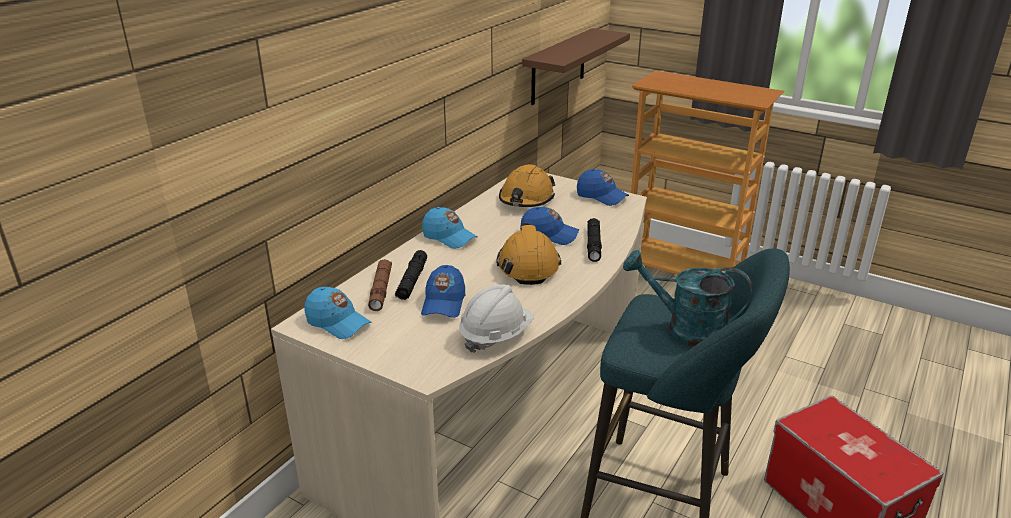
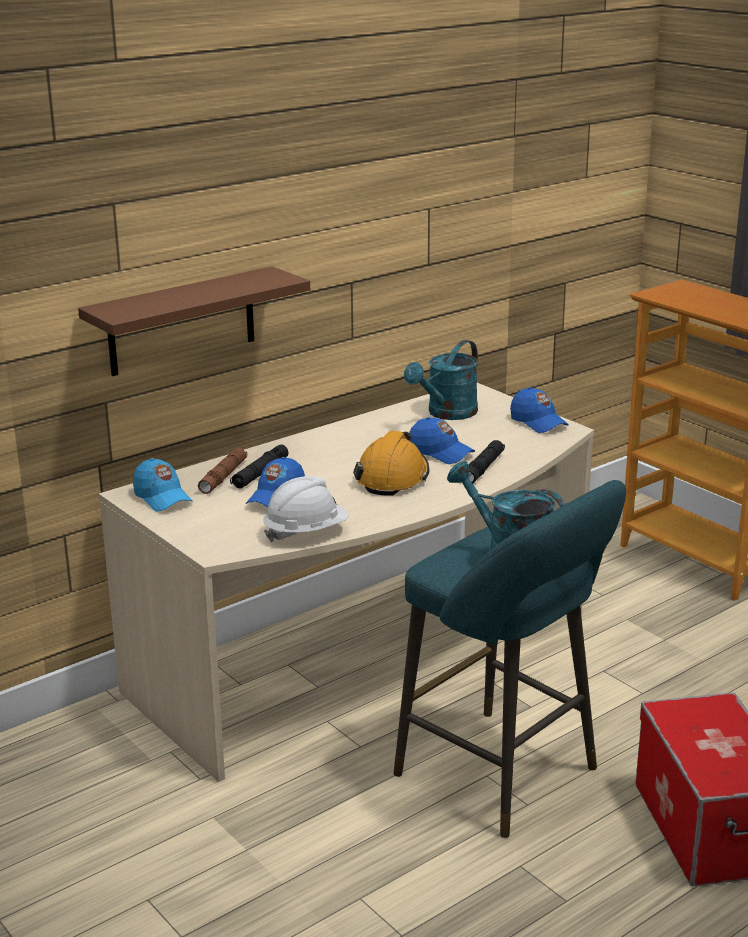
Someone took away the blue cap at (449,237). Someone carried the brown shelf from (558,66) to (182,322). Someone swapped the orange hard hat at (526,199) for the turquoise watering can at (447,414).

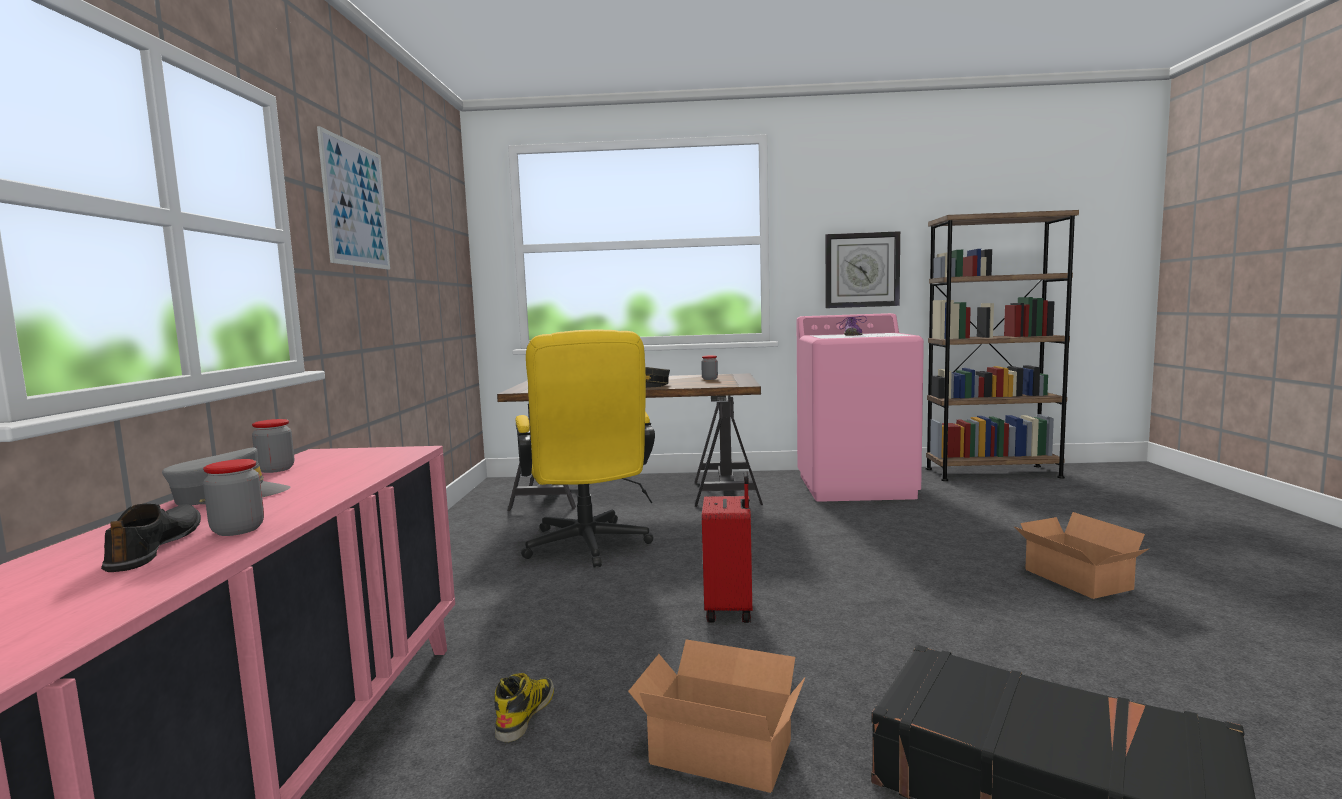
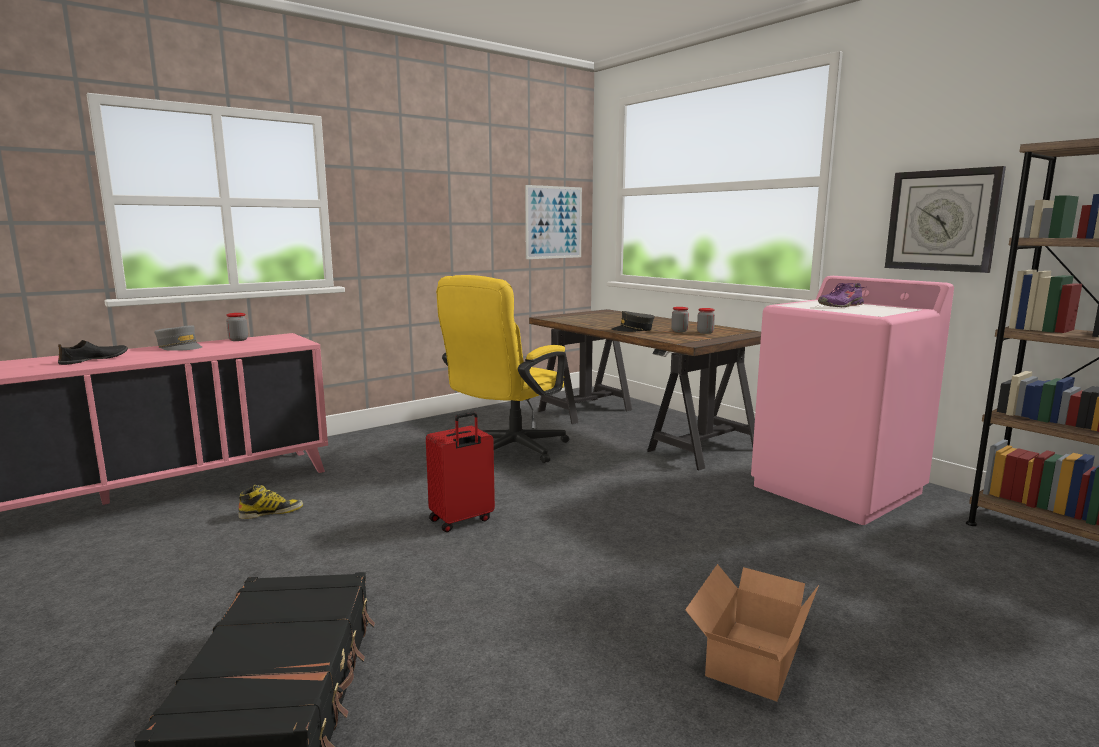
Someone took away the cardboard box at (719,748). Someone carried the jar from (238,530) to (679,331). Someone carried the picture from (355,205) to (553,222).

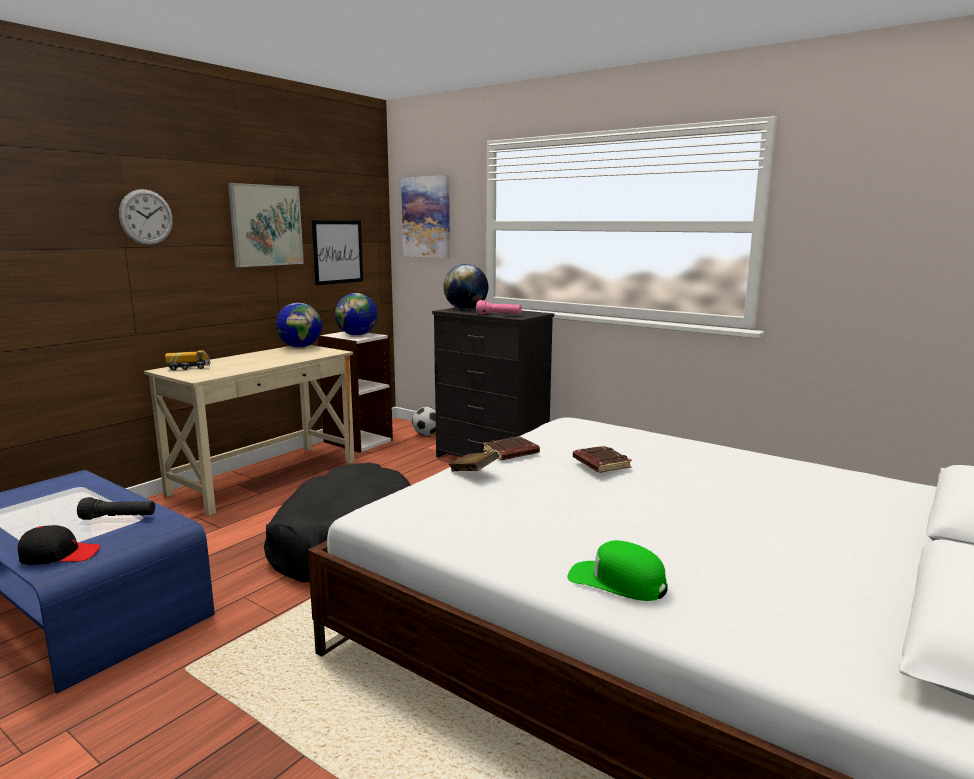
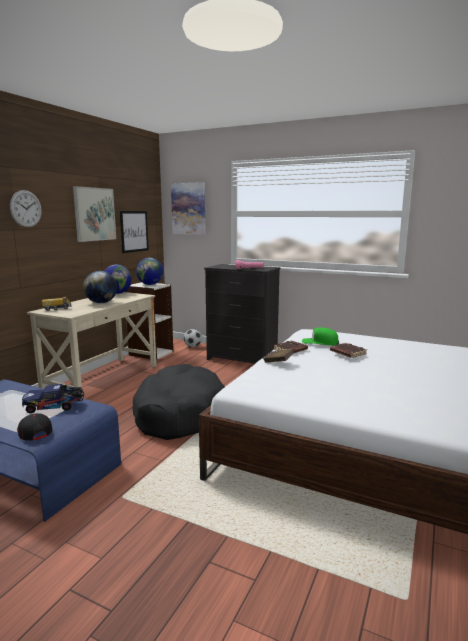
Someone carried the globe from (466,309) to (101,303). Someone carried the green cap from (617,582) to (320,342). Someone swapped the black flashlight at (119,518) for the toy truck at (55,407). Someone rotated the black cap at (60,555) by 105 degrees counterclockwise.

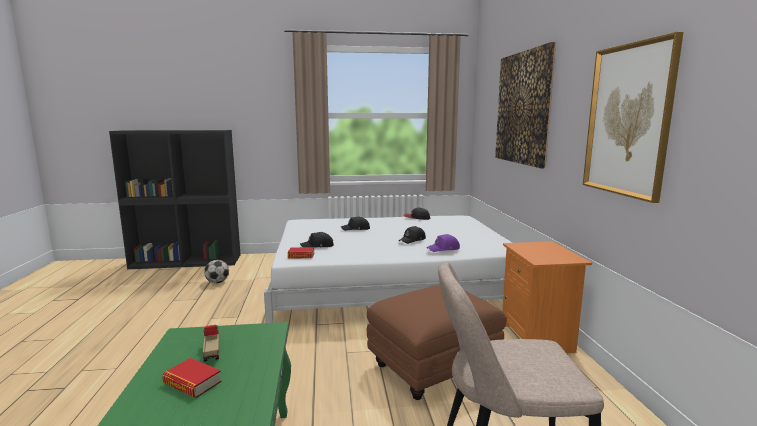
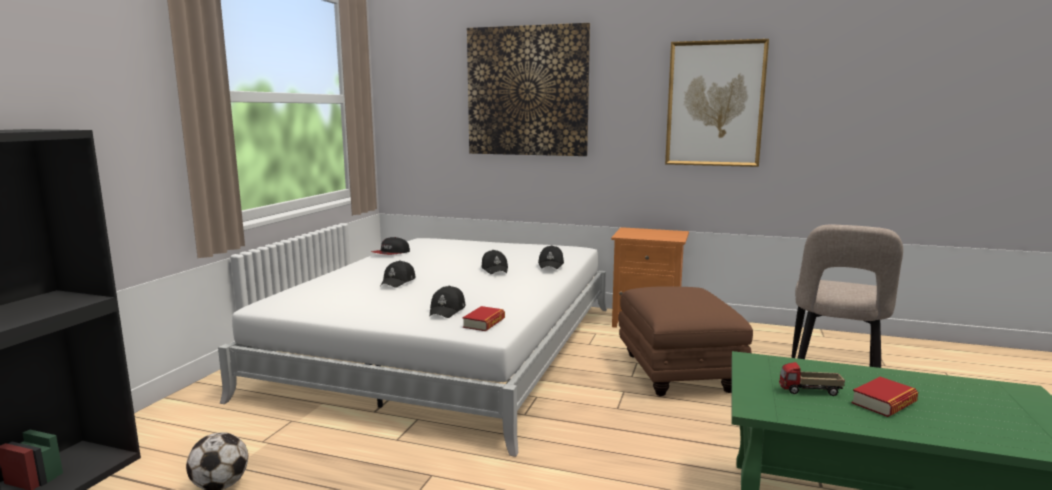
Someone repainted the purple cap at (443,249), which became the black cap at (551,264).

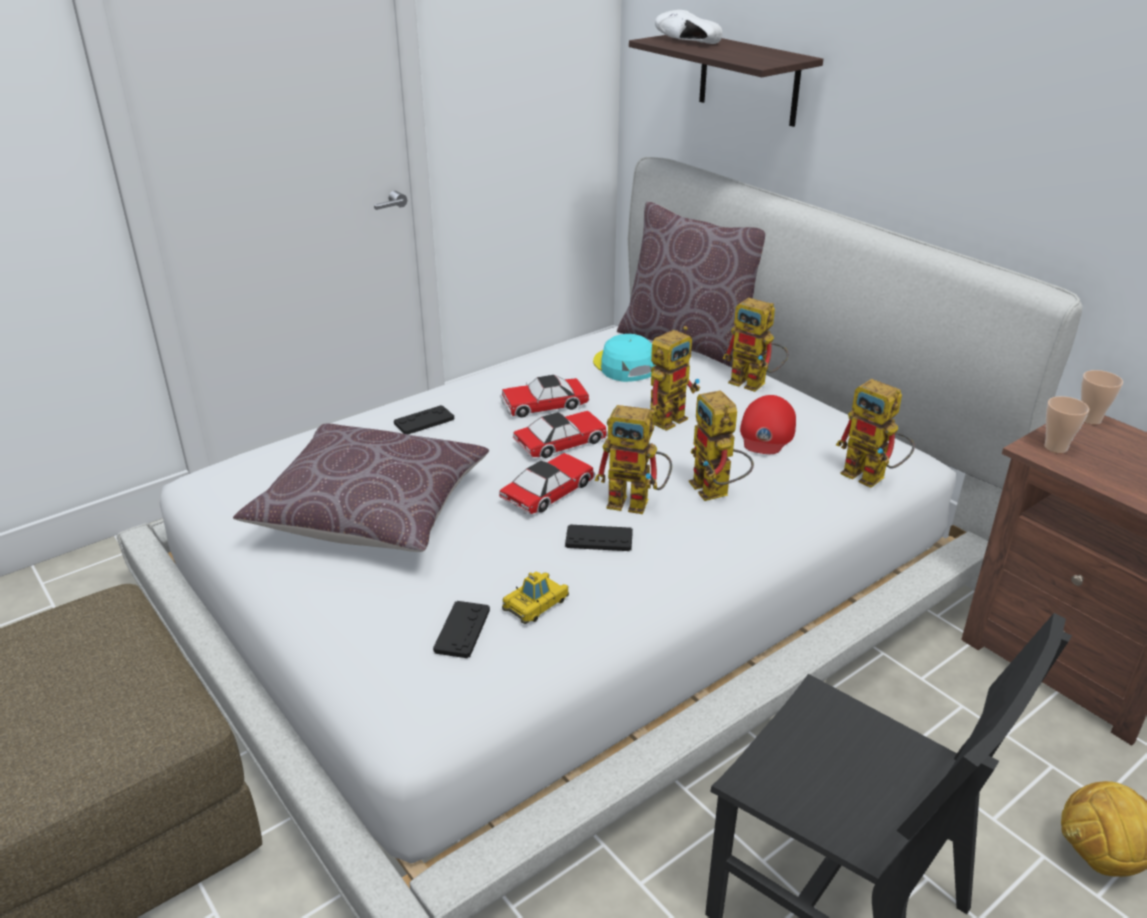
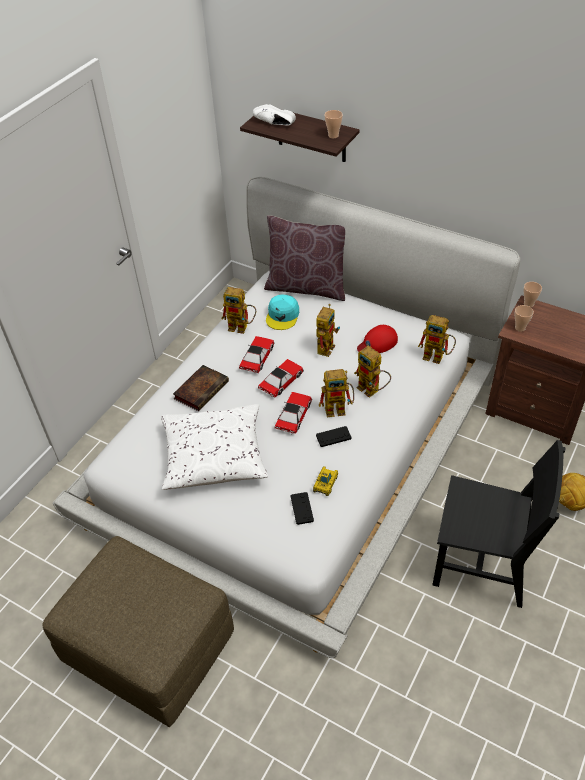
Someone put down the cup at (333,135). Someone carried the toy robot from (755,384) to (242,327). Someone swapped the black game controller at (424,421) for the book at (202,389). Someone repainted the brown pillow at (371,511), which became the white pillow at (214,456). Someone rotated the toy car at (543,405) by 150 degrees clockwise. Someone rotated the turquoise cap at (624,366) by 120 degrees counterclockwise. Someone rotated the red cap at (766,433) by 60 degrees clockwise.

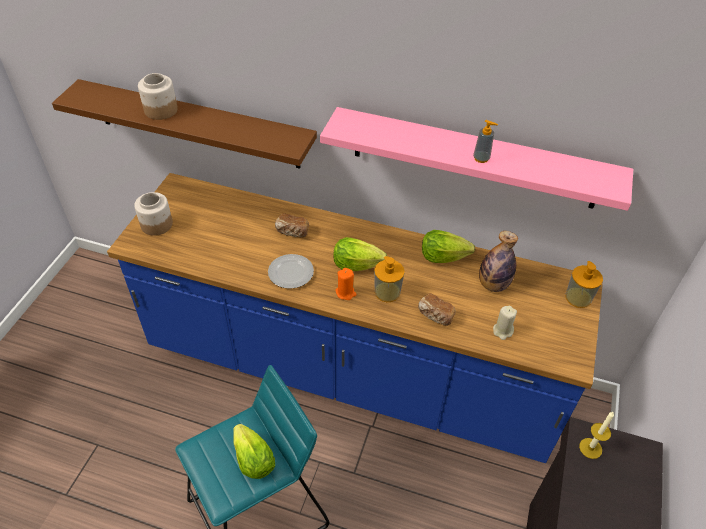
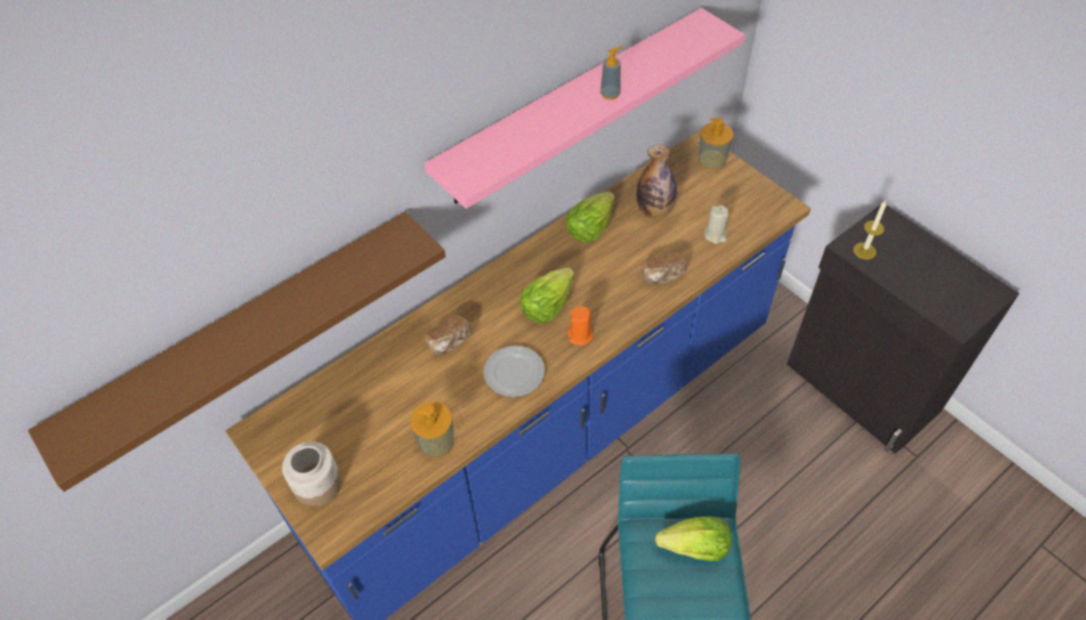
Someone took away the jar at (160,110). Someone carried the soap dispenser from (387,292) to (436,442).

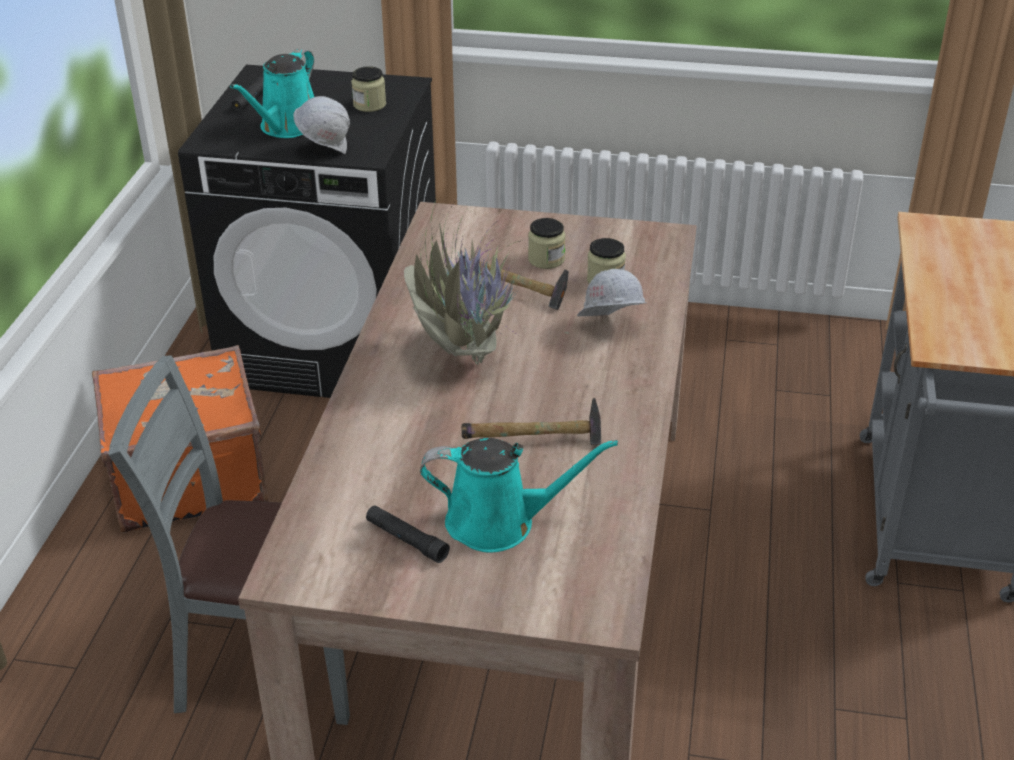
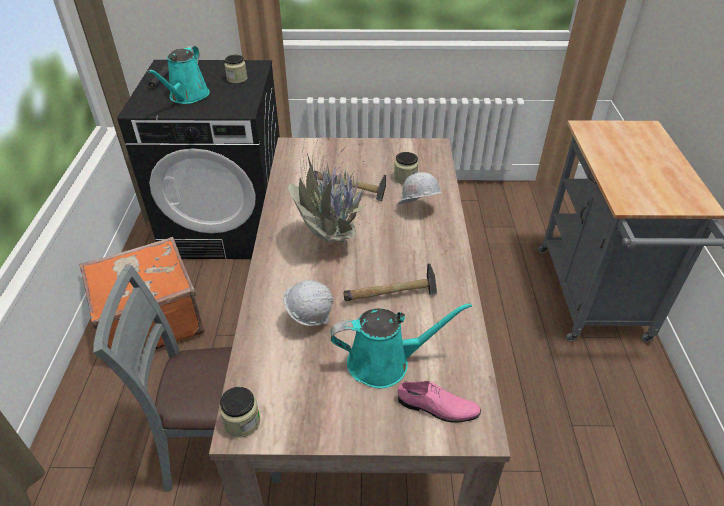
Someone took away the black flashlight at (406,540). Someone put down the pink shoe at (437,408). Someone carried the white hard hat from (325,150) to (310,320). Someone carried the jar from (546,259) to (242,422).

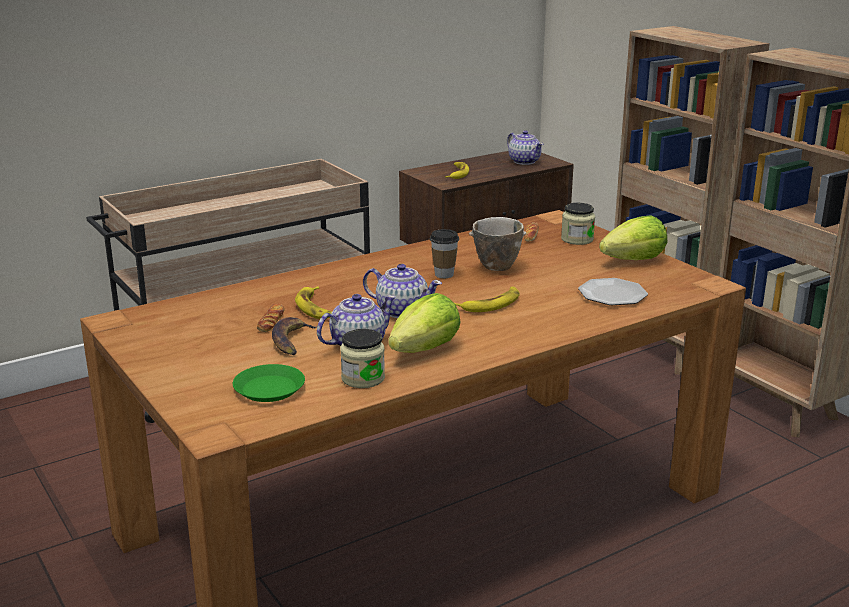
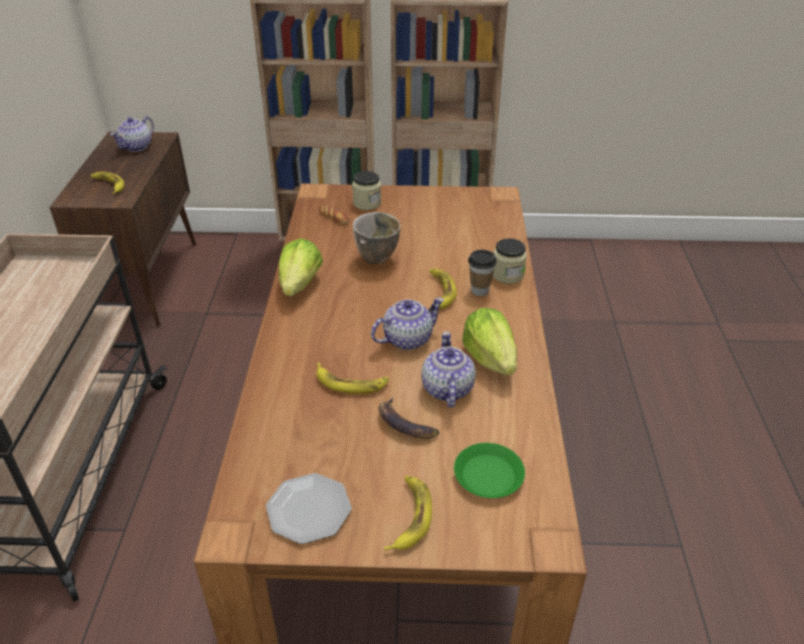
Someone took away the bread at (271,322). Someone put down the banana at (409,516). Someone carried the jar from (363,378) to (507,275). Someone carried the cup from (444,274) to (479,290). Someone carried the plate from (613,294) to (309,509). Someone carried the lettuce from (634,261) to (300,284). Someone rotated the teapot at (524,161) by 120 degrees clockwise.

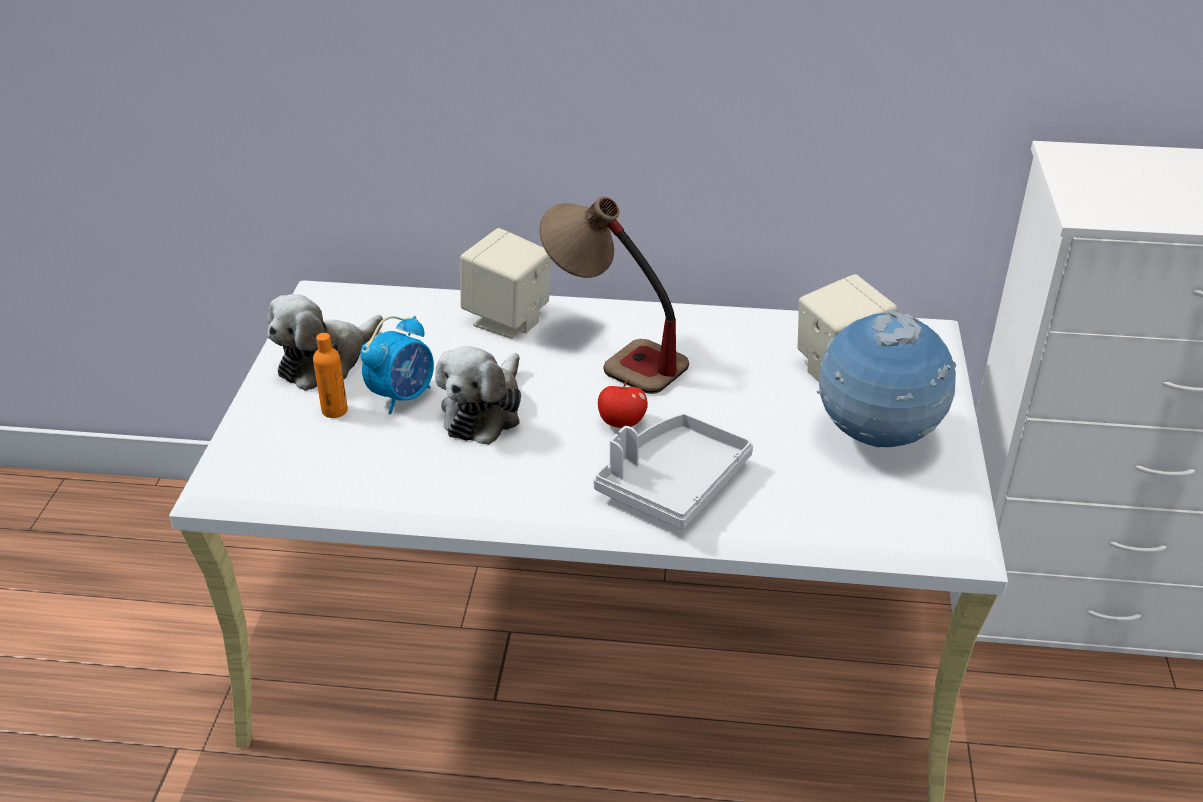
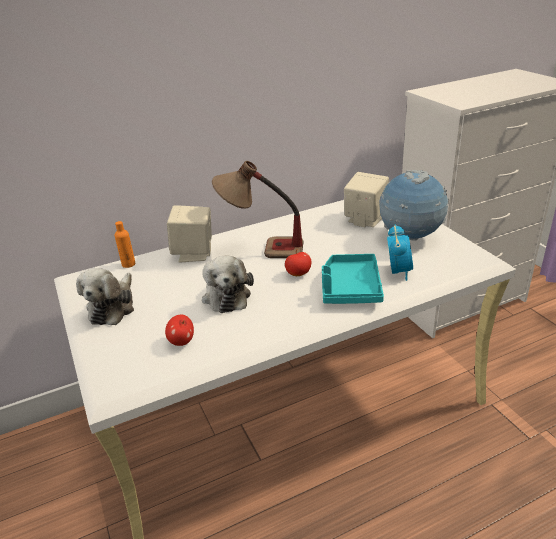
Someone put down the apple at (181,341). Someone carried the orange bottle from (334,410) to (128,264). Someone carried the alarm clock from (403,396) to (398,271). Someone repainted the grey tray at (672,483), which became the turquoise tray at (350,288).

